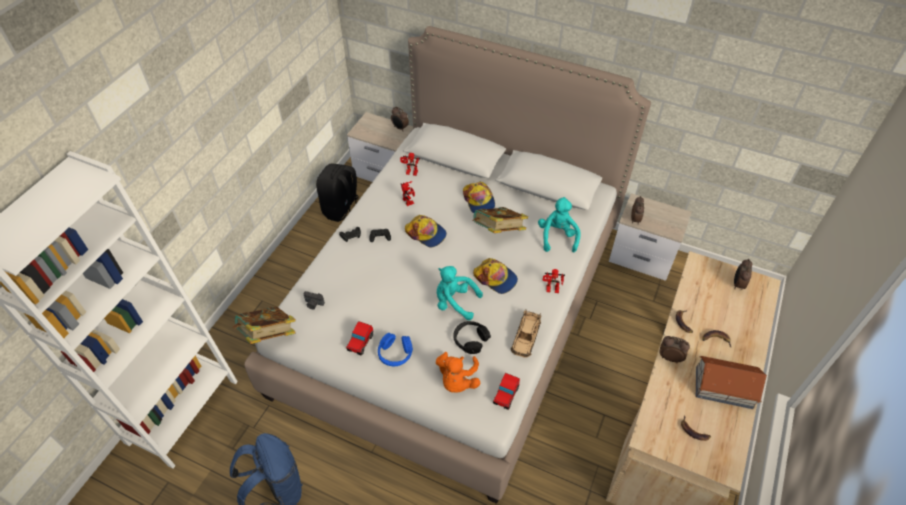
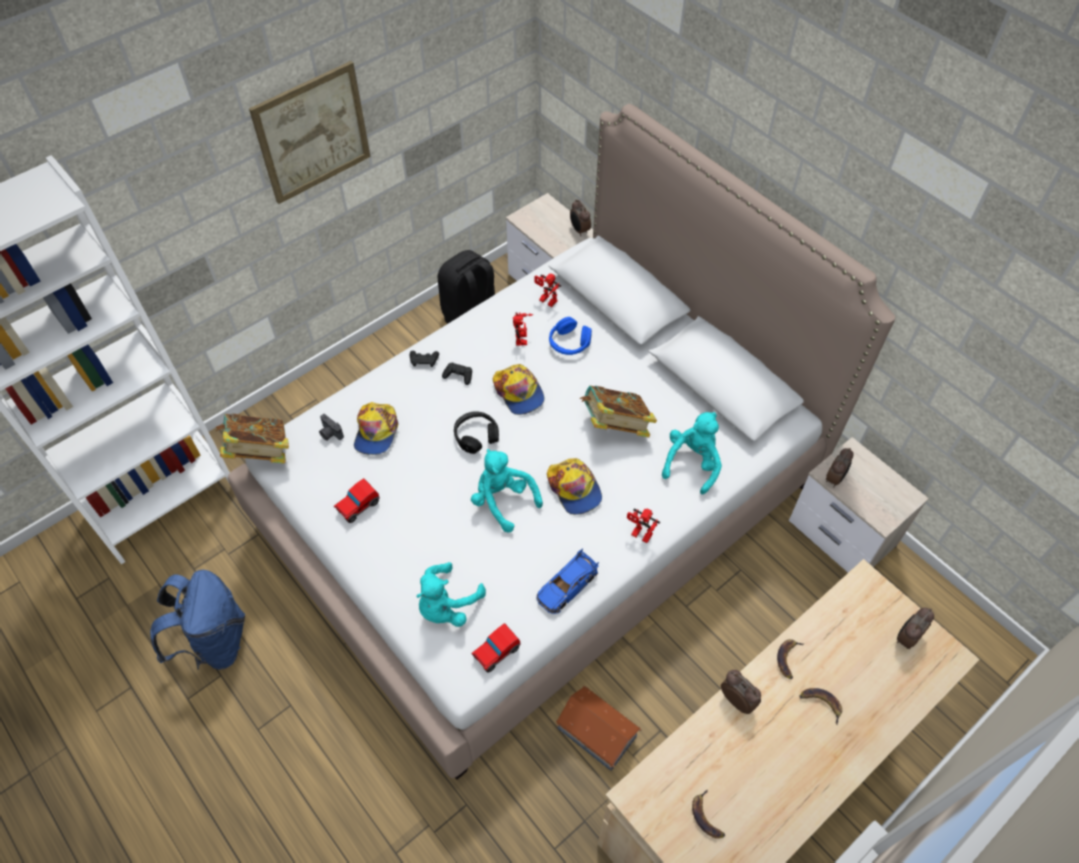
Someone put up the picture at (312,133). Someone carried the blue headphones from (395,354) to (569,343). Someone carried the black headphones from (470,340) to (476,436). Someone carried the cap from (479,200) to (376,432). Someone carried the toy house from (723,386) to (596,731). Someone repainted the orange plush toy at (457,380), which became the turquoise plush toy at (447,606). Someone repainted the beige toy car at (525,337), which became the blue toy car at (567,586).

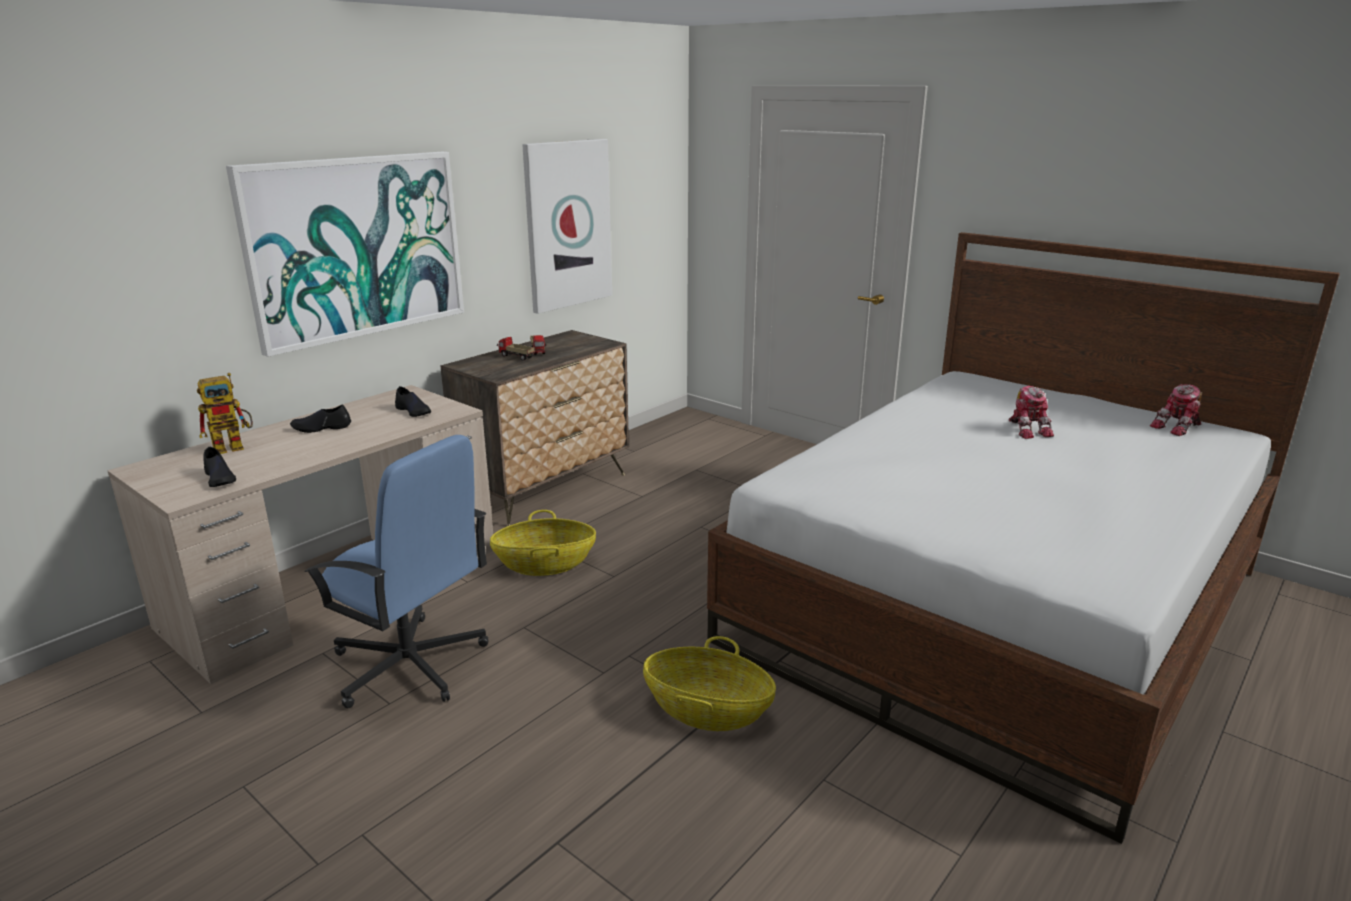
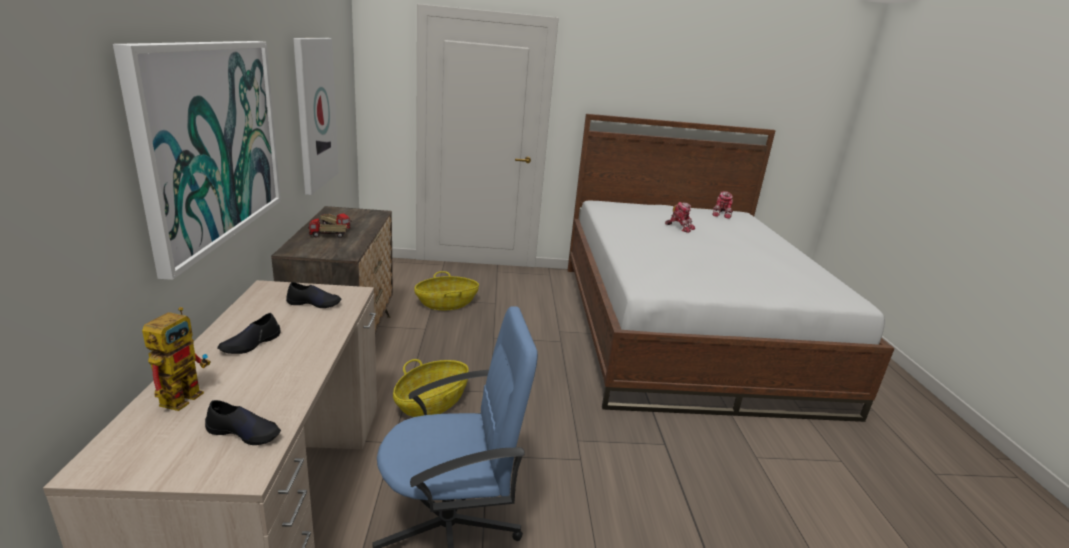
Someone carried the basket from (707,710) to (446,304).

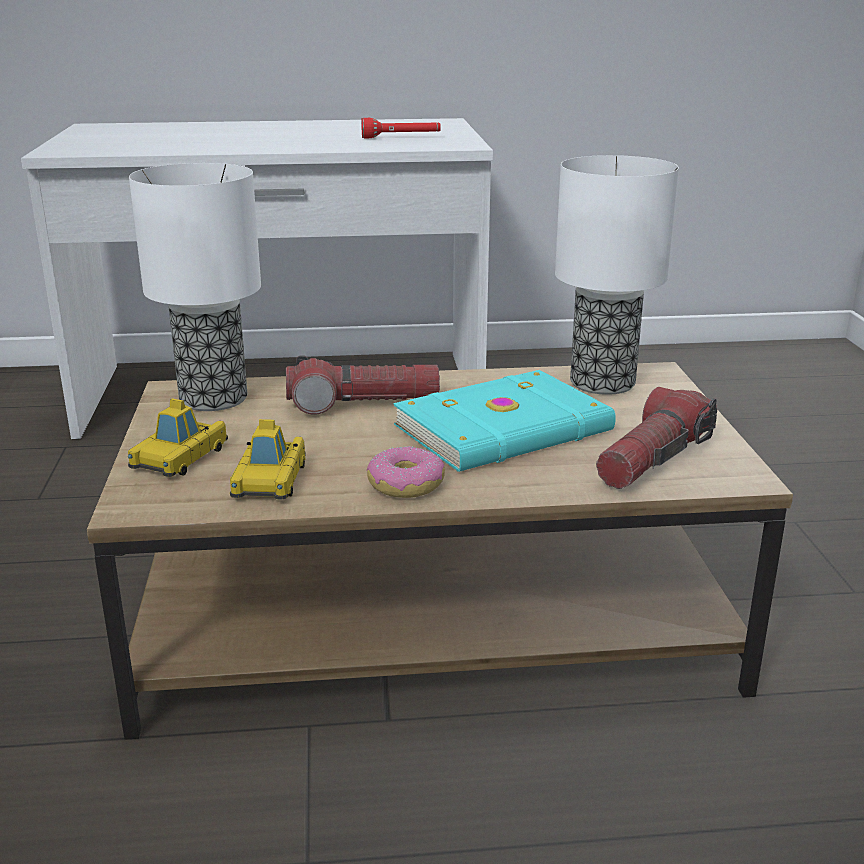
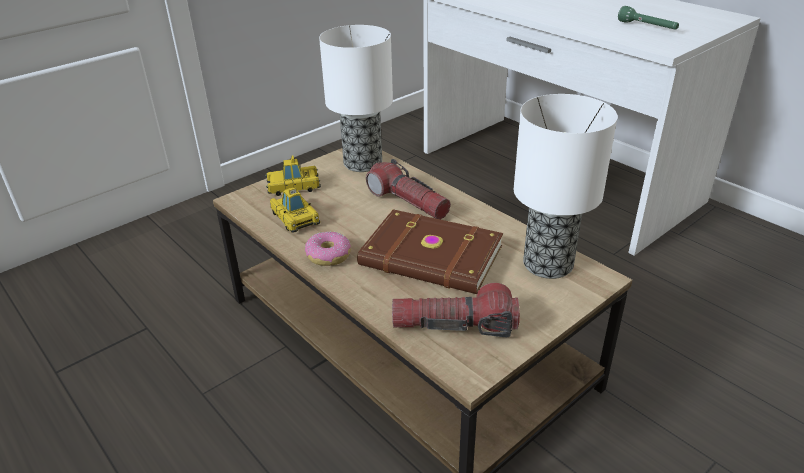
Someone repainted the red flashlight at (401,137), which became the green flashlight at (647,27). Someone repainted the turquoise book at (506,430), which became the brown book at (431,258). Someone rotated the toy car at (269,480) by 90 degrees clockwise.

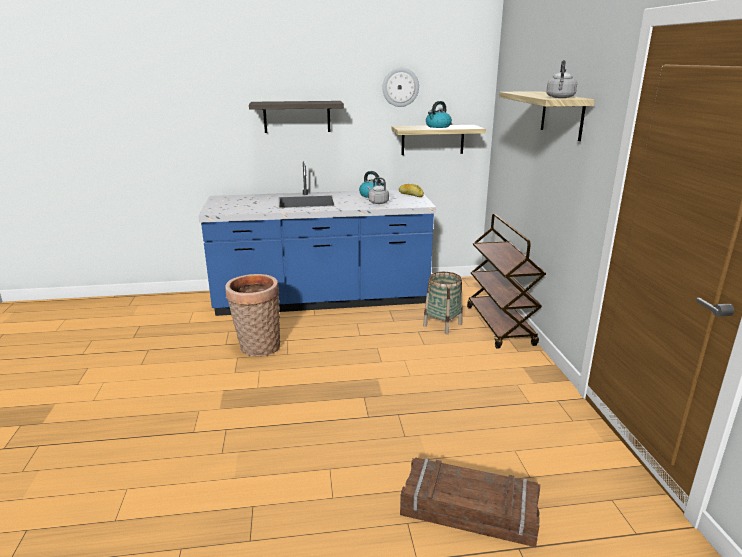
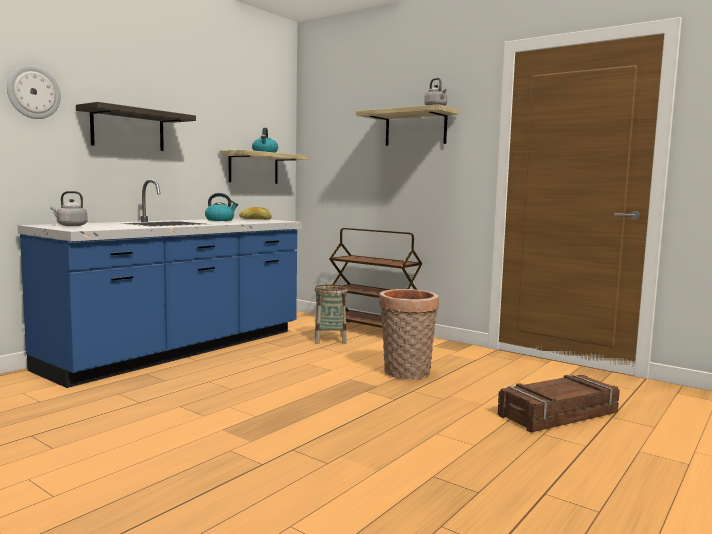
Someone carried the basket from (257,347) to (406,374). Someone carried the grey kettle from (377,202) to (70,225). Someone carried the wall clock from (400,87) to (33,92).

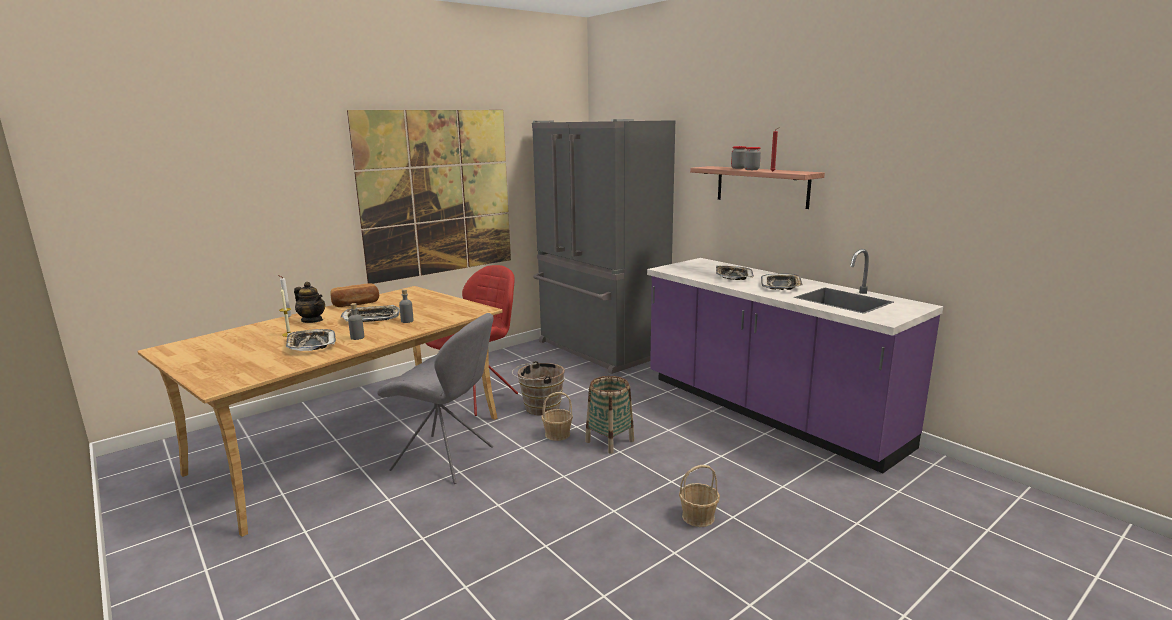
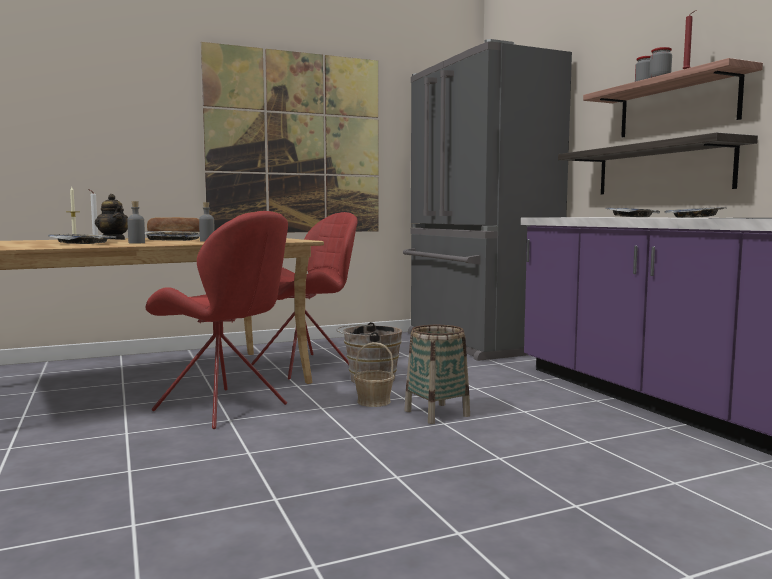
Someone took away the basket at (698,517). Someone put up the shelf at (662,169). Someone repainted the grey chair at (446,459), which became the red chair at (223,408).

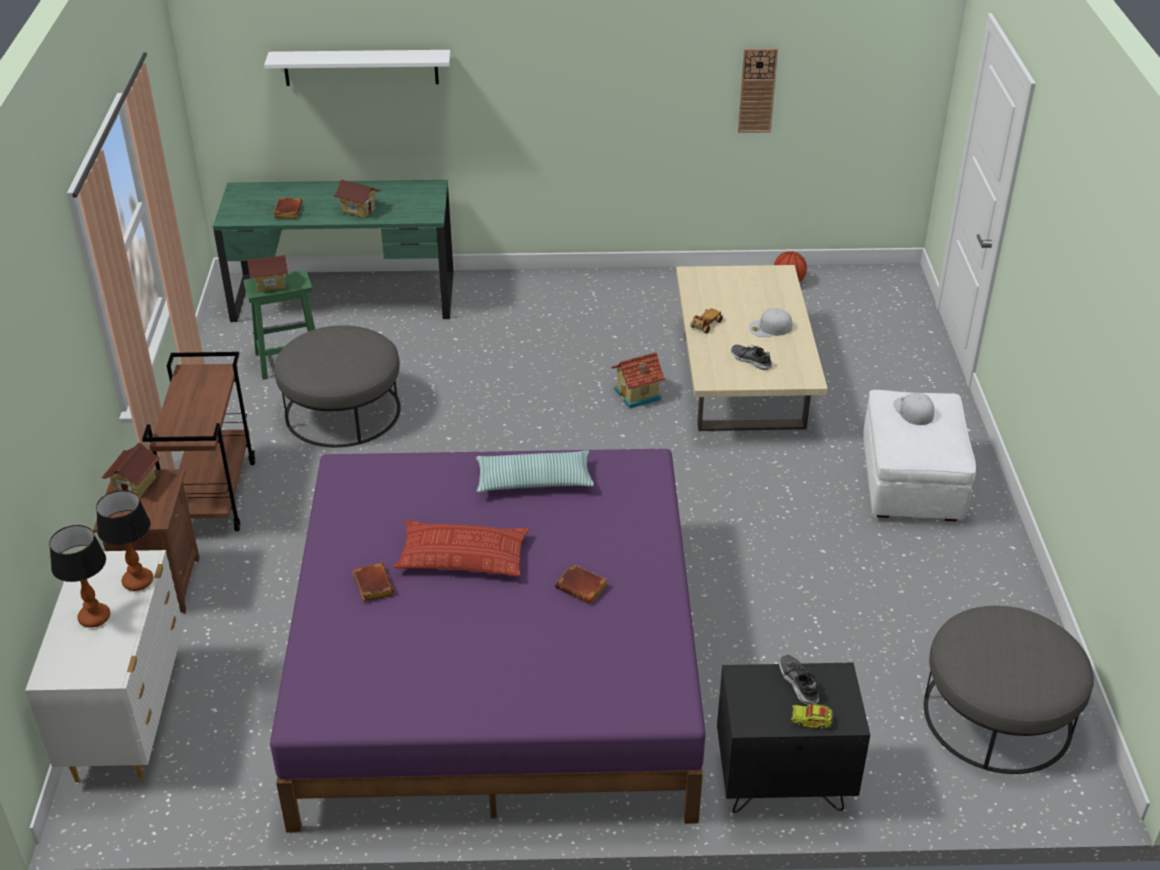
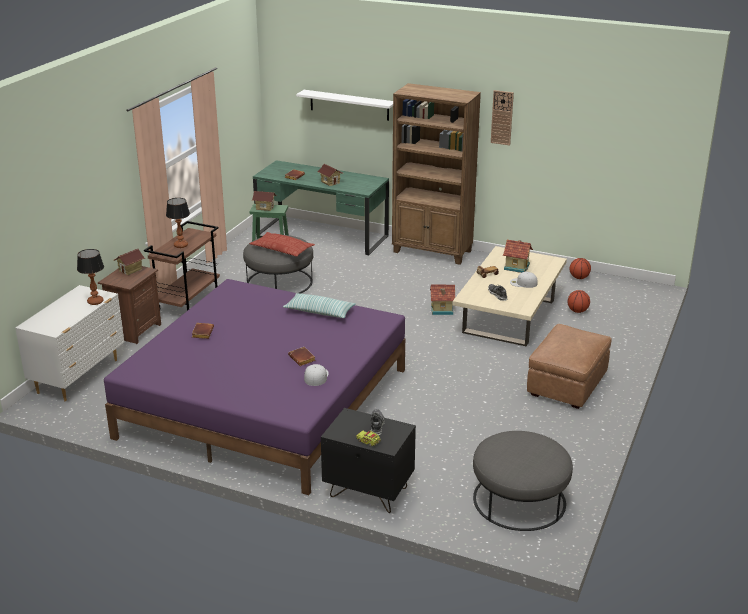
Someone put down the brown bookcase at (432,252). Someone put down the toy house at (516,266). Someone put down the basketball at (577,311). Someone carried the table lamp from (95,617) to (181,245). Someone carried the pillow from (462,556) to (282,248). Someone carried the wall clock from (757,90) to (502,117). Someone carried the white cap from (913,410) to (316,376). Someone repainted the white ottoman at (910,483), which became the brown ottoman at (566,385).

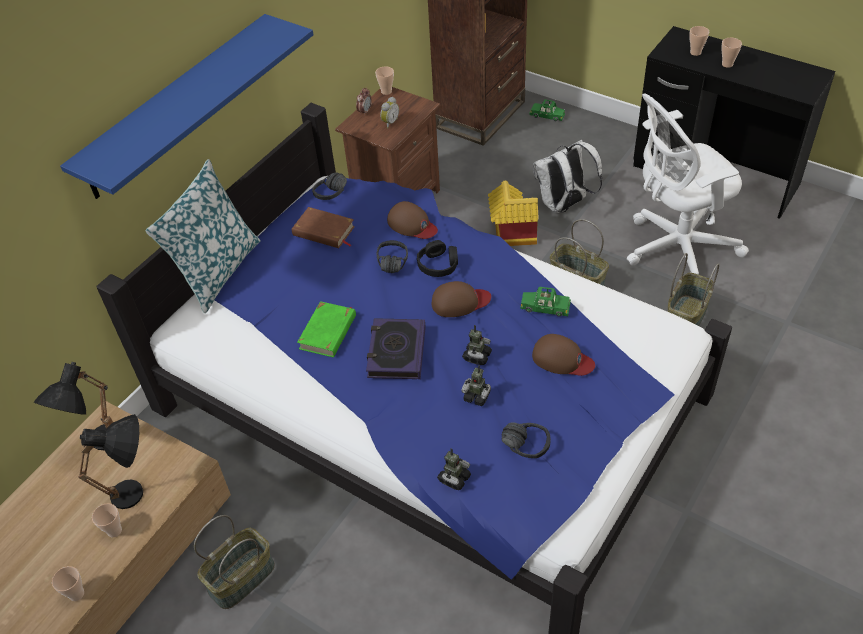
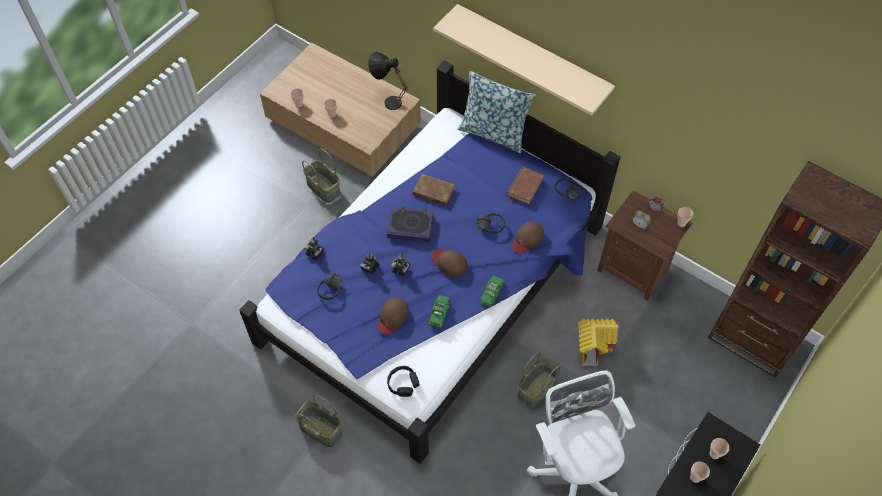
Someone took away the black table lamp at (139,493). Someone took away the white backpack at (563,205). Someone carried the black headphones from (438,265) to (403,383). Someone carried the green toy car from (547,115) to (491,293). Someone carried the basket from (686,318) to (320,429). Someone repainted the blue shelf at (177,106), which became the beige shelf at (532,55). Someone repainted the green book at (328,332), which became the brown book at (433,192). Someone rotated the brown cap at (460,302) by 135 degrees clockwise.

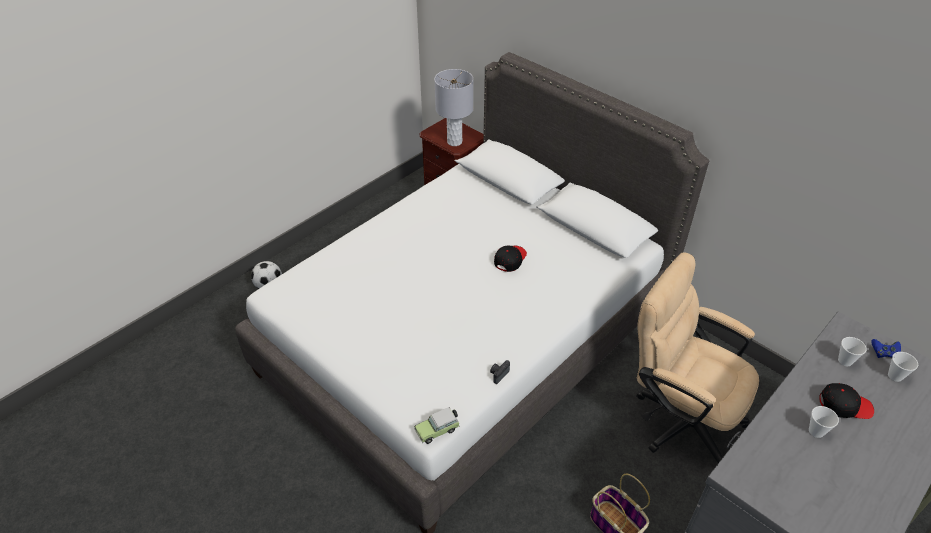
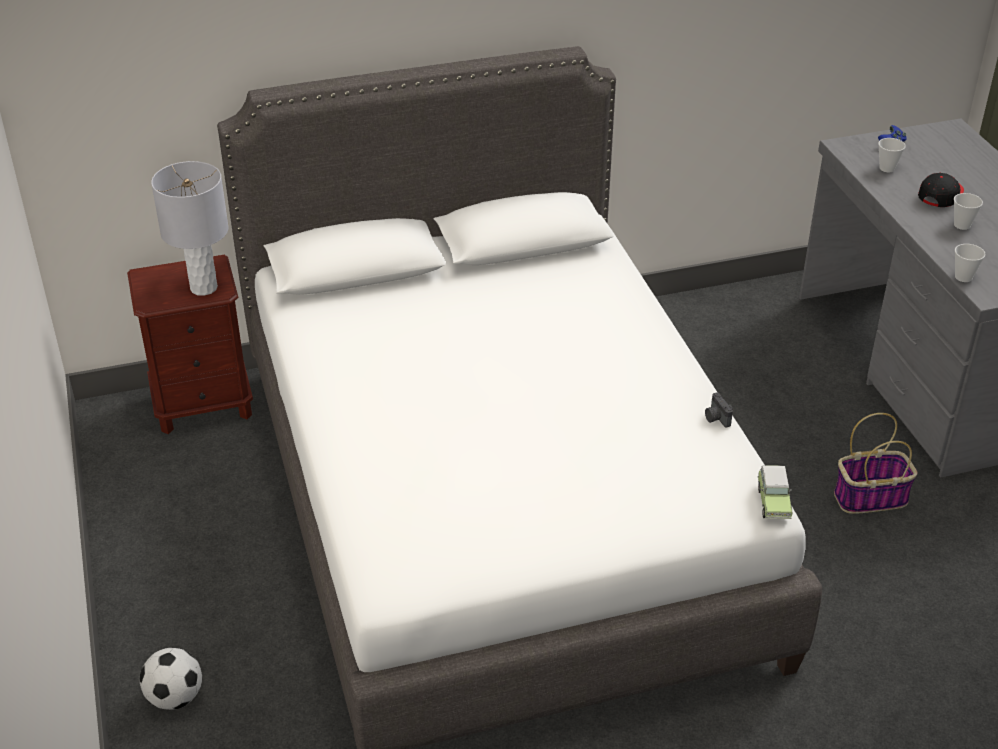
Someone took away the black cap at (510,260). Someone took away the beige office chair at (678,417). Someone carried the cup from (895,376) to (963,277).

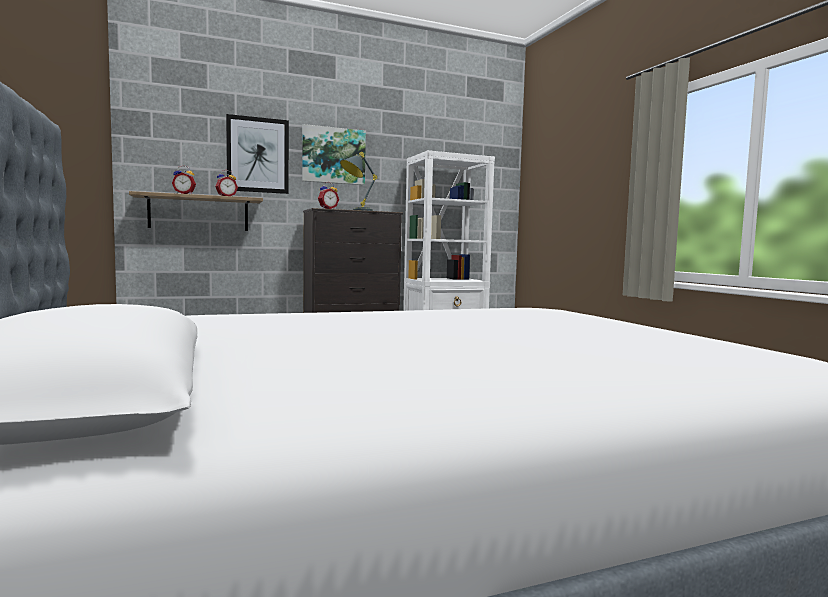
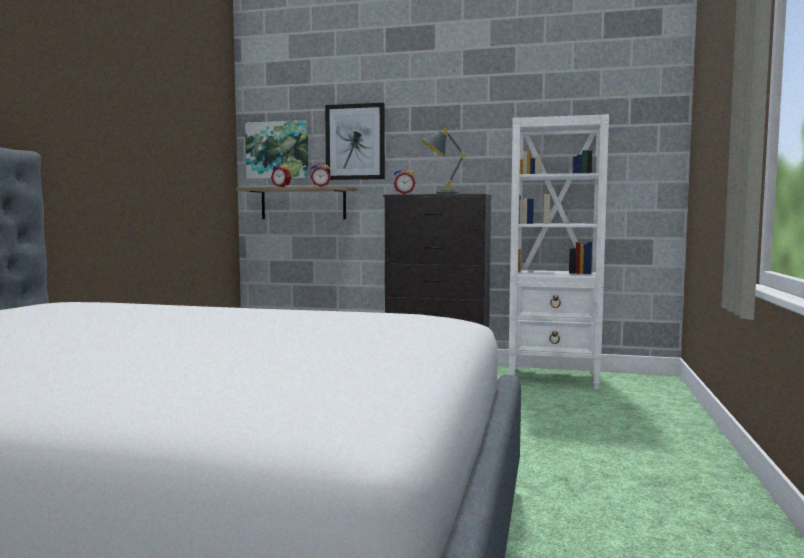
Someone carried the picture from (333,155) to (277,150).

